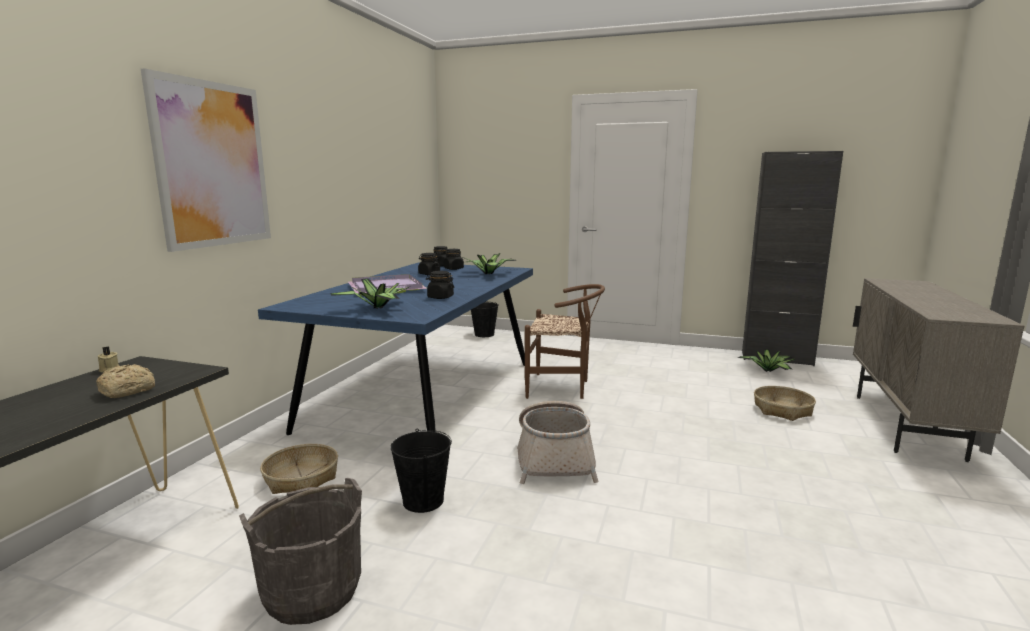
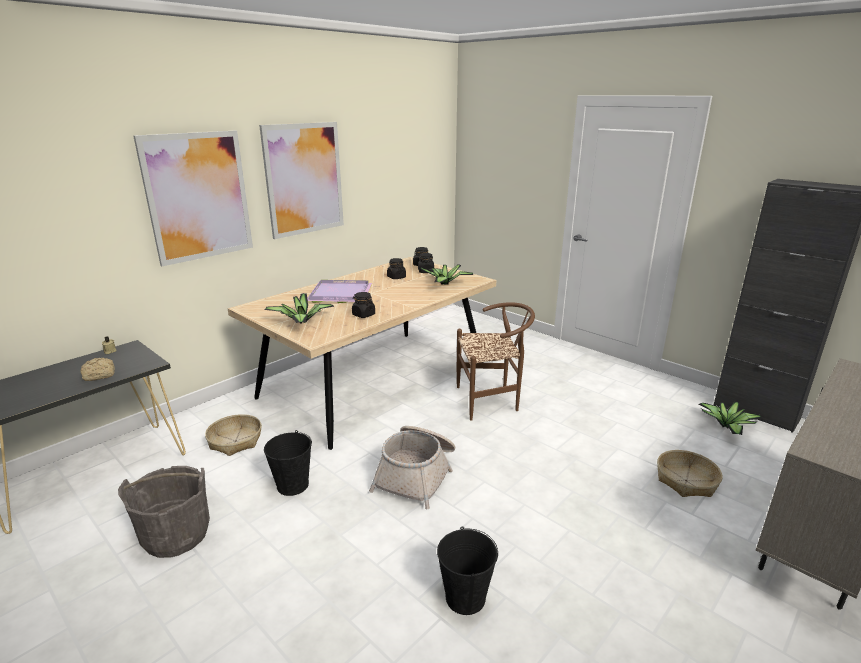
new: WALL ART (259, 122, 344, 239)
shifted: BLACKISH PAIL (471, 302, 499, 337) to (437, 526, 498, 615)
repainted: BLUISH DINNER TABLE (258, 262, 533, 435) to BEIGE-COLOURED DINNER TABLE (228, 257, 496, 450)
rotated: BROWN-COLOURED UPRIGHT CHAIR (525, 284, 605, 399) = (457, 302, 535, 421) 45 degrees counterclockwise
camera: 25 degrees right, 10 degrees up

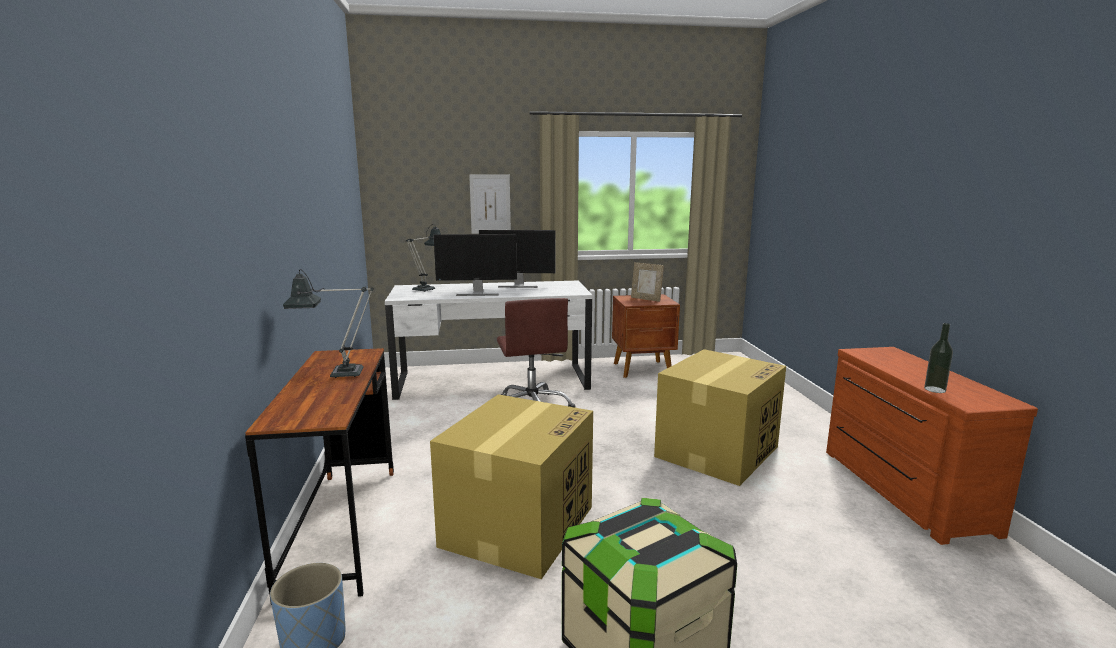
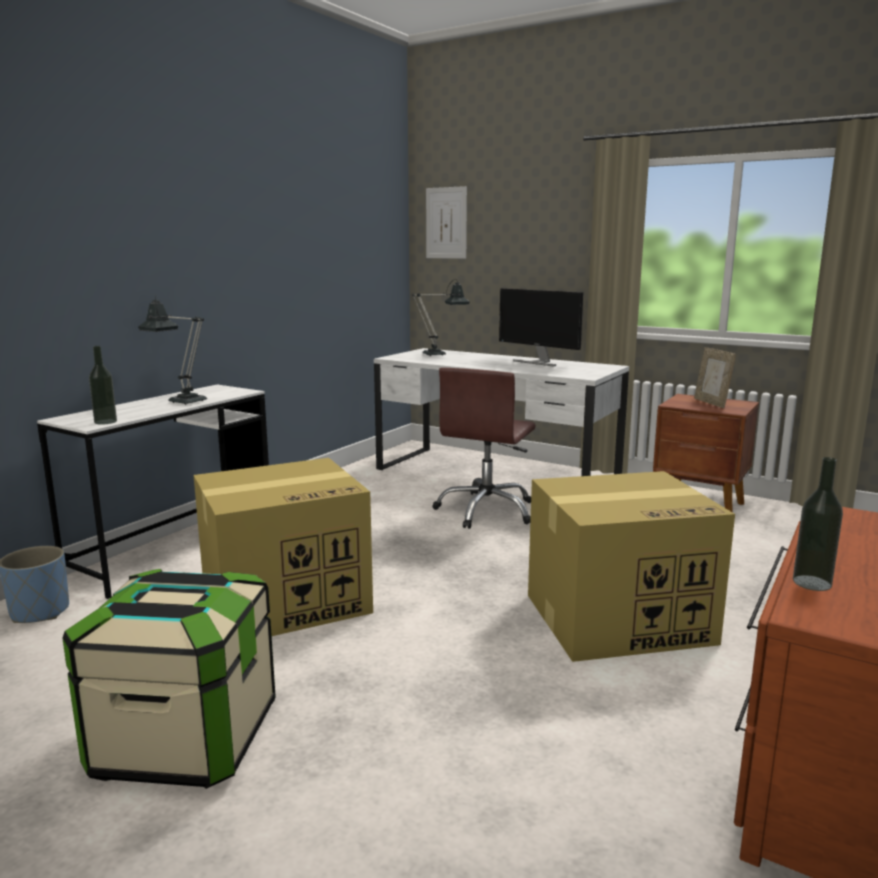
gone: COMPUTER SCREEN (434, 234, 517, 296)
new: BEVERAGE BOTTLE (89, 346, 117, 425)
shifted: WALL ART (469, 174, 511, 234) to (426, 186, 467, 259)
repainted: BROWN-COLOURED DESK (245, 348, 394, 605) to WHITE DESK (37, 385, 269, 599)
camera: 40 degrees right, 0 degrees up

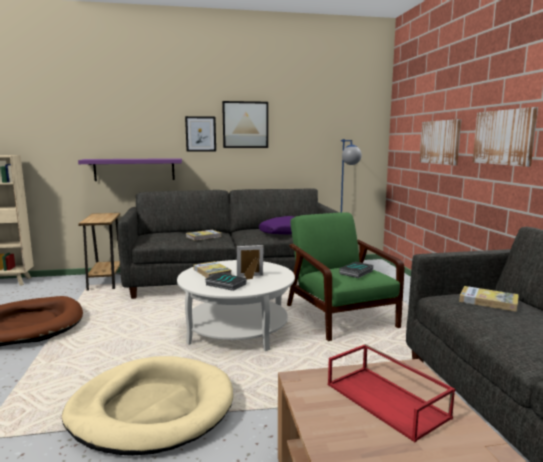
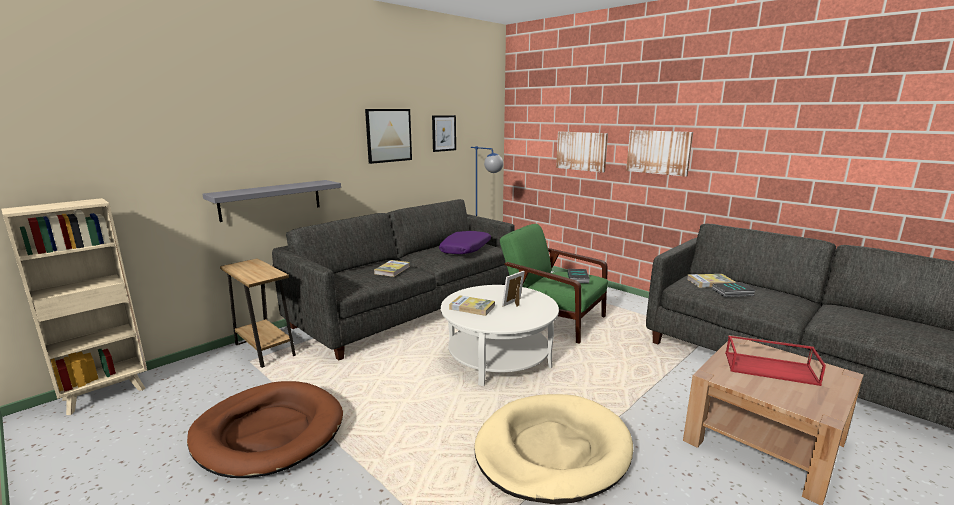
shifted: WALL ART (185, 116, 216, 152) to (432, 115, 456, 152); BOOK (205, 273, 246, 291) to (712, 282, 755, 297)
repainted: PURPLE BRACKET SHELF (78, 158, 182, 181) to GREY BRACKET SHELF (202, 180, 341, 222)
camera: 35 degrees left, 5 degrees up

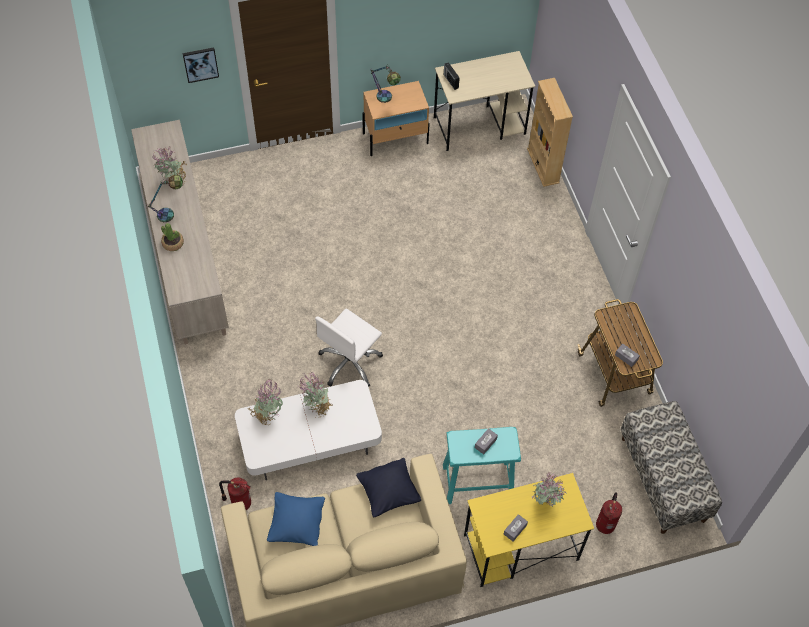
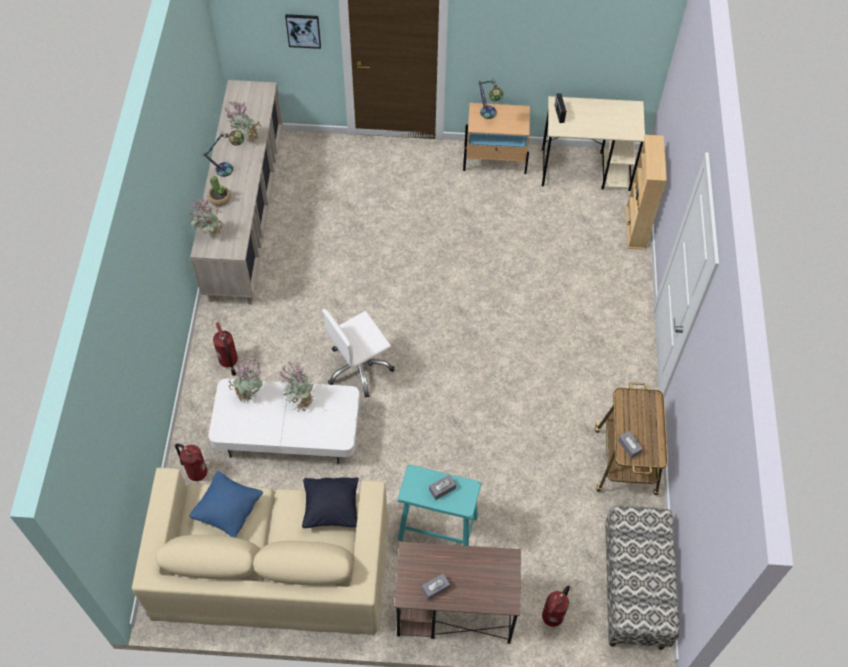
new: FIRE-FIGHTING CYLINDER (213, 322, 238, 376)
shifted: HOUSEPLANT (532, 472, 567, 507) to (187, 197, 224, 235)
repainted: YELLOW-COLOURED DESK (464, 473, 594, 587) to BROWN-COLOURED DESK (394, 542, 521, 644)
camera: 20 degrees right, 0 degrees up

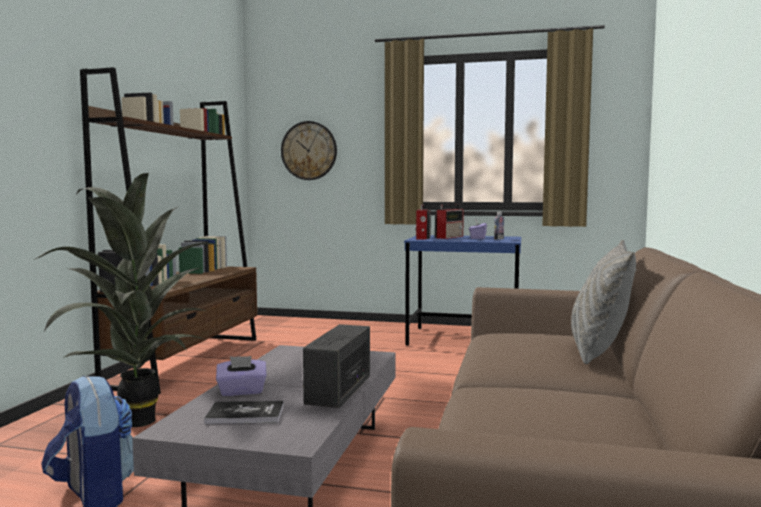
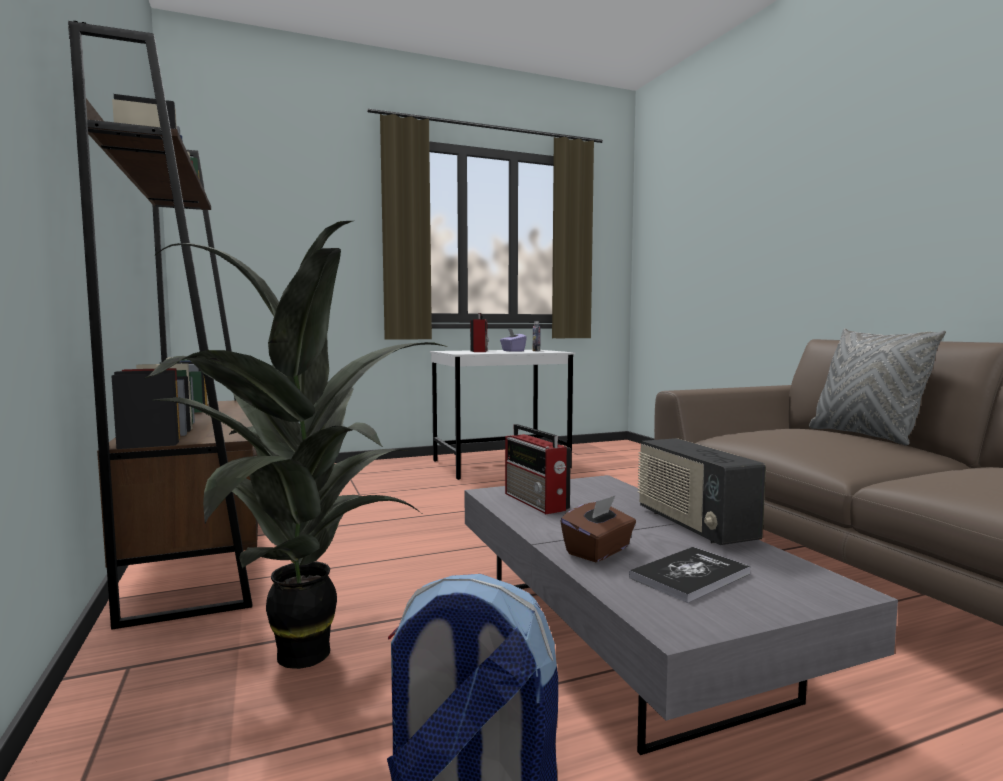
gone: CLOCK ON THE WALL (281, 121, 337, 180)
shifted: RADIO (415, 204, 431, 240) to (505, 424, 571, 514)
repainted: BLUISH DESK (404, 235, 521, 346) to WHITE DESK (430, 350, 575, 480); PURPLE TISSUE BOX (216, 356, 266, 396) to BROWN-COLOURED TISSUE BOX (560, 495, 636, 562)
camera: 35 degrees left, 0 degrees up

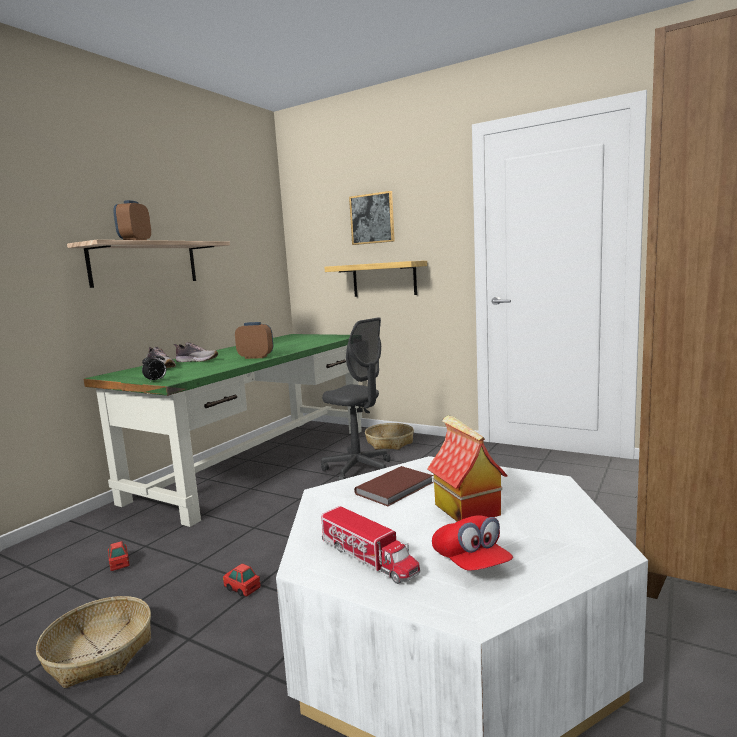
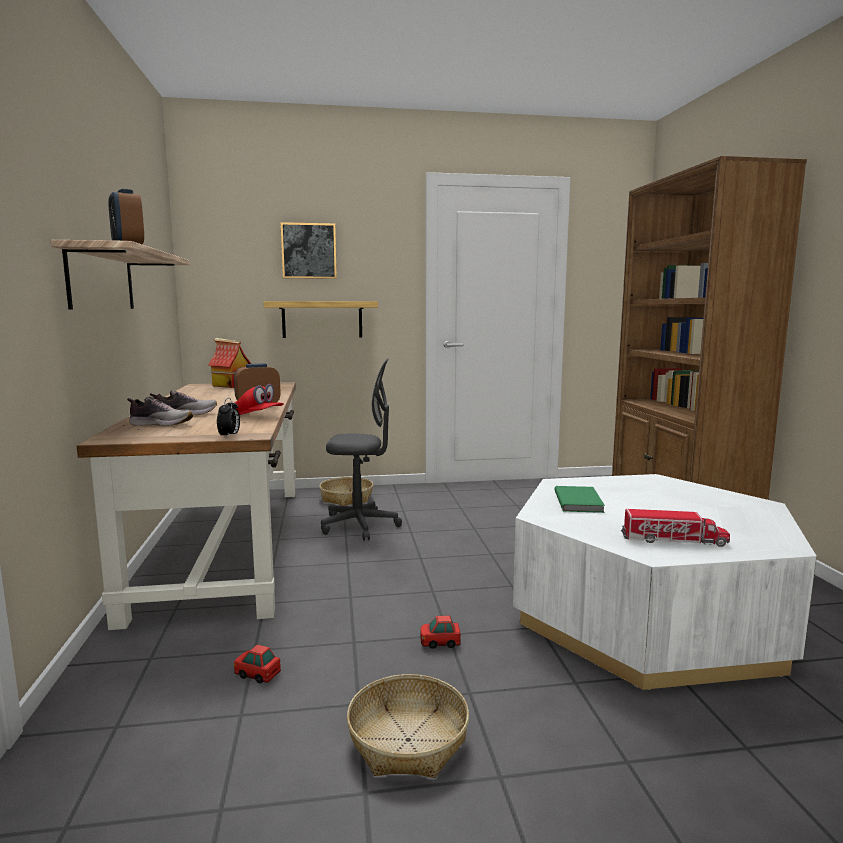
shifted: TOY HOUSE (427, 415, 508, 522) to (208, 338, 251, 388); REDDISH CAP (432, 515, 513, 570) to (234, 384, 284, 415)
repainted: GREENISH DESK (83, 334, 362, 527) to BROWN-COLOURED DESK (76, 382, 296, 630); BROWN-COLOURED BOOK (354, 466, 433, 506) to GREENISH BOOK (554, 486, 605, 513)
camera: 40 degrees left, 0 degrees up

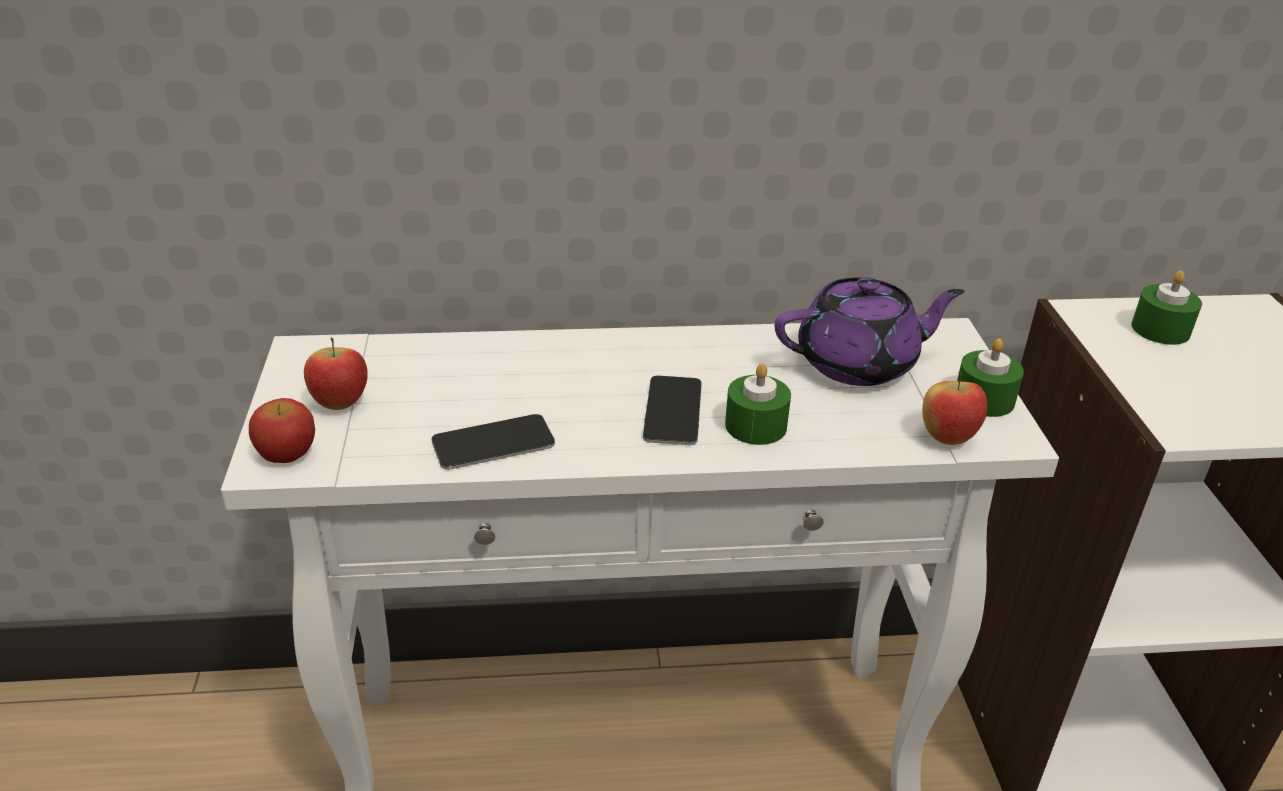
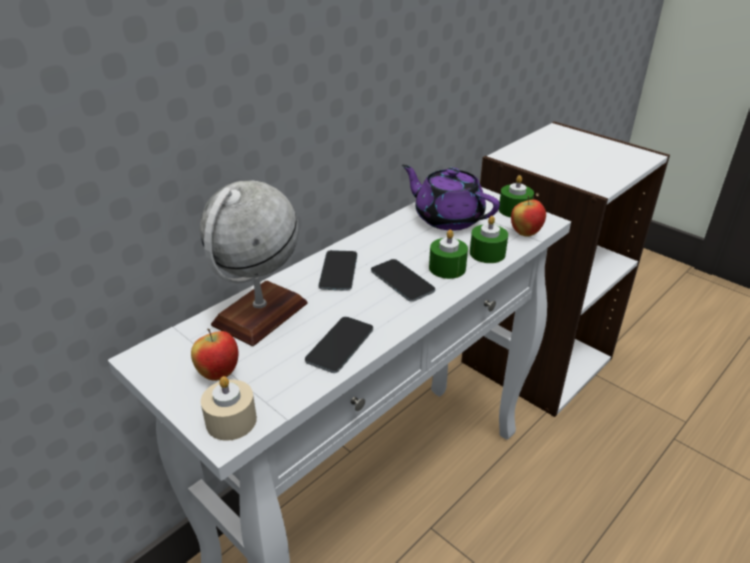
new: GLOBE (200, 180, 308, 346); PHONE (319, 250, 357, 291)
shifted: GREENISH CANDLE (1131, 271, 1202, 345) to (470, 216, 508, 263)
swapped: WHOLE APPLE (249, 398, 315, 463) to BEIGE-COLOURED CANDLE (201, 376, 257, 441)
rotated: PURPLE TEA POT (775, 277, 965, 386) = (402, 165, 500, 231) 90 degrees counterclockwise
camera: 40 degrees left, 0 degrees up

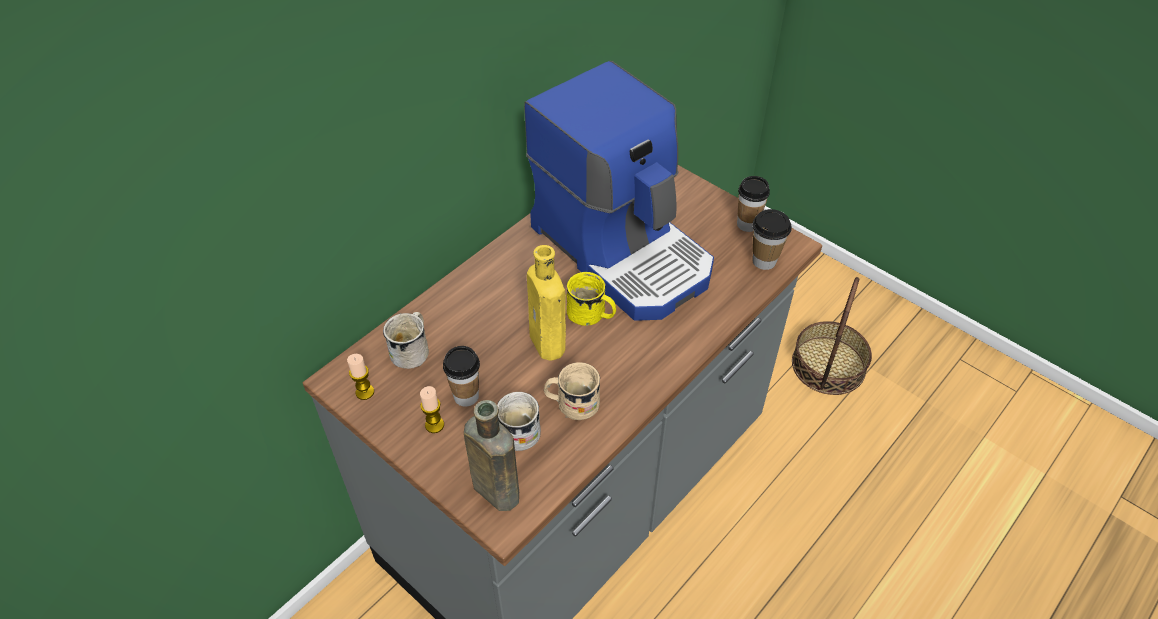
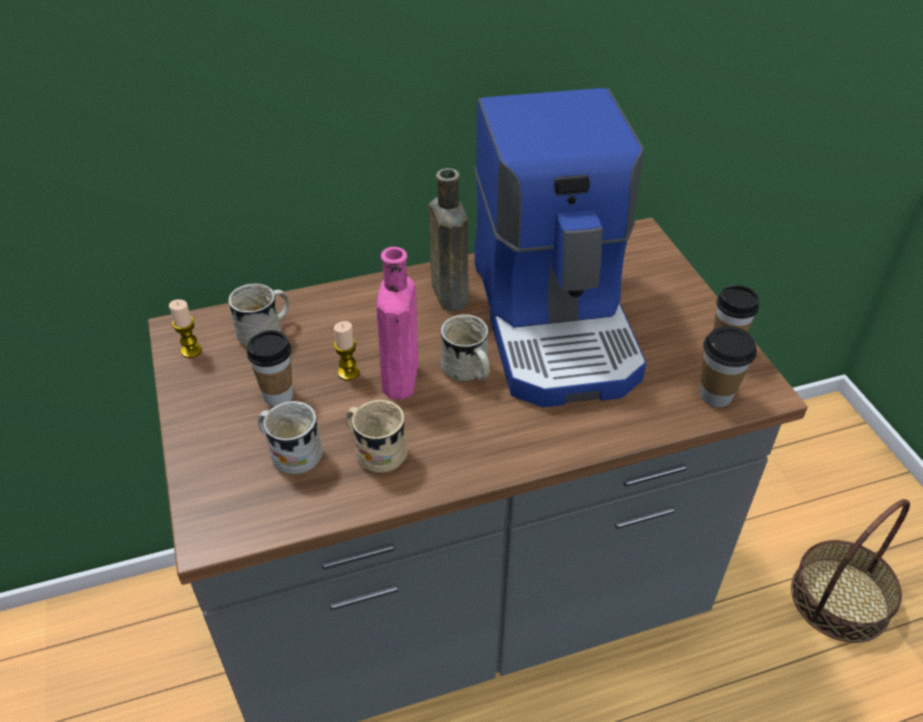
shifted: CANDLE (420, 386, 444, 433) to (334, 321, 359, 381); BROWN-COLOURED BEVERAGE BOTTLE (464, 400, 519, 511) to (428, 168, 469, 311)
repainted: YELLOW-COLOURED BEVERAGE BOTTLE (527, 245, 566, 361) to PINK-COLOURED BEVERAGE BOTTLE (376, 247, 418, 400); YELLOW-COLOURED COFFEE MUG (567, 272, 616, 326) to WHITE COFFEE MUG (441, 314, 490, 381)
camera: 30 degrees right, 5 degrees down

